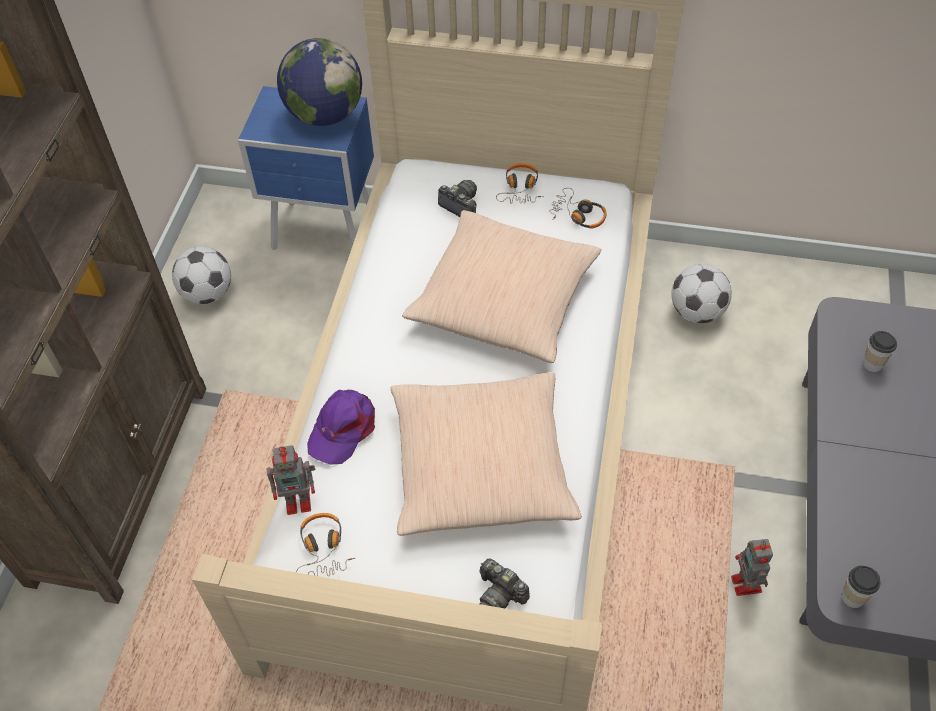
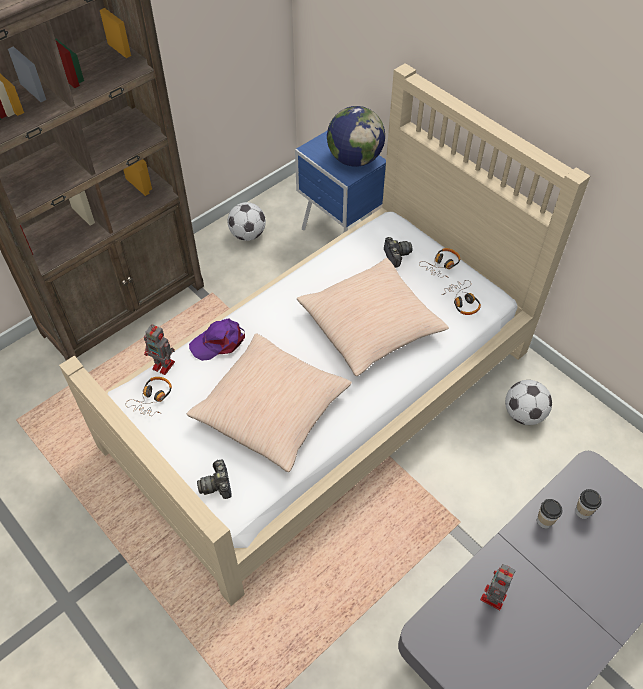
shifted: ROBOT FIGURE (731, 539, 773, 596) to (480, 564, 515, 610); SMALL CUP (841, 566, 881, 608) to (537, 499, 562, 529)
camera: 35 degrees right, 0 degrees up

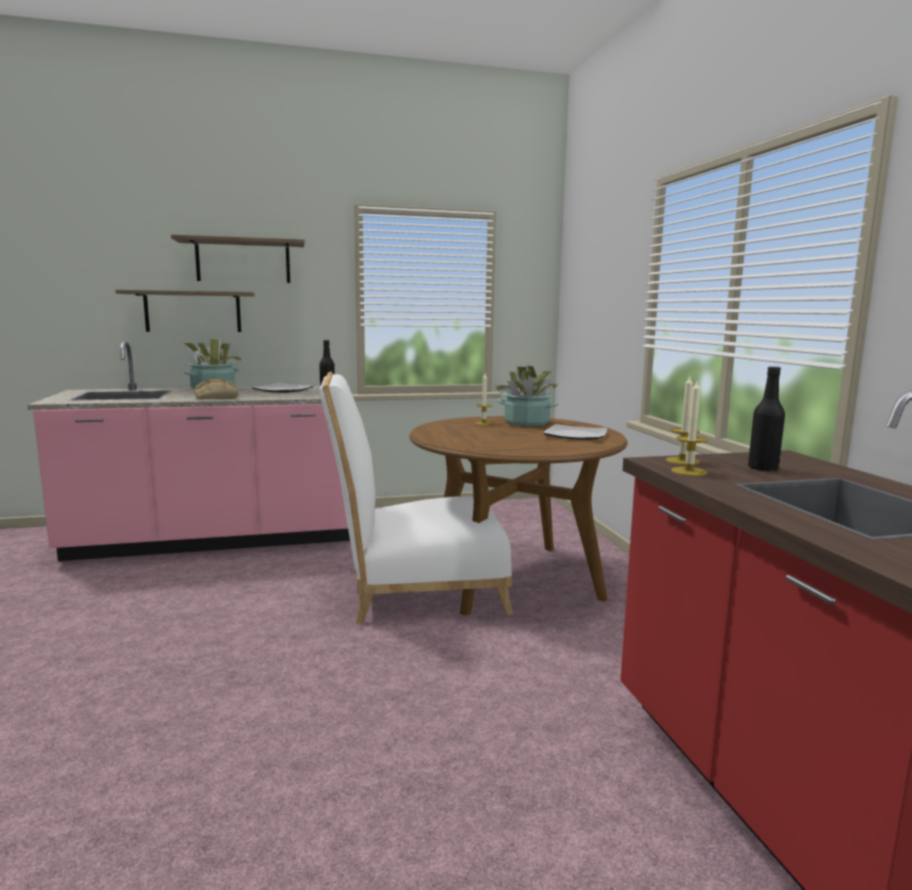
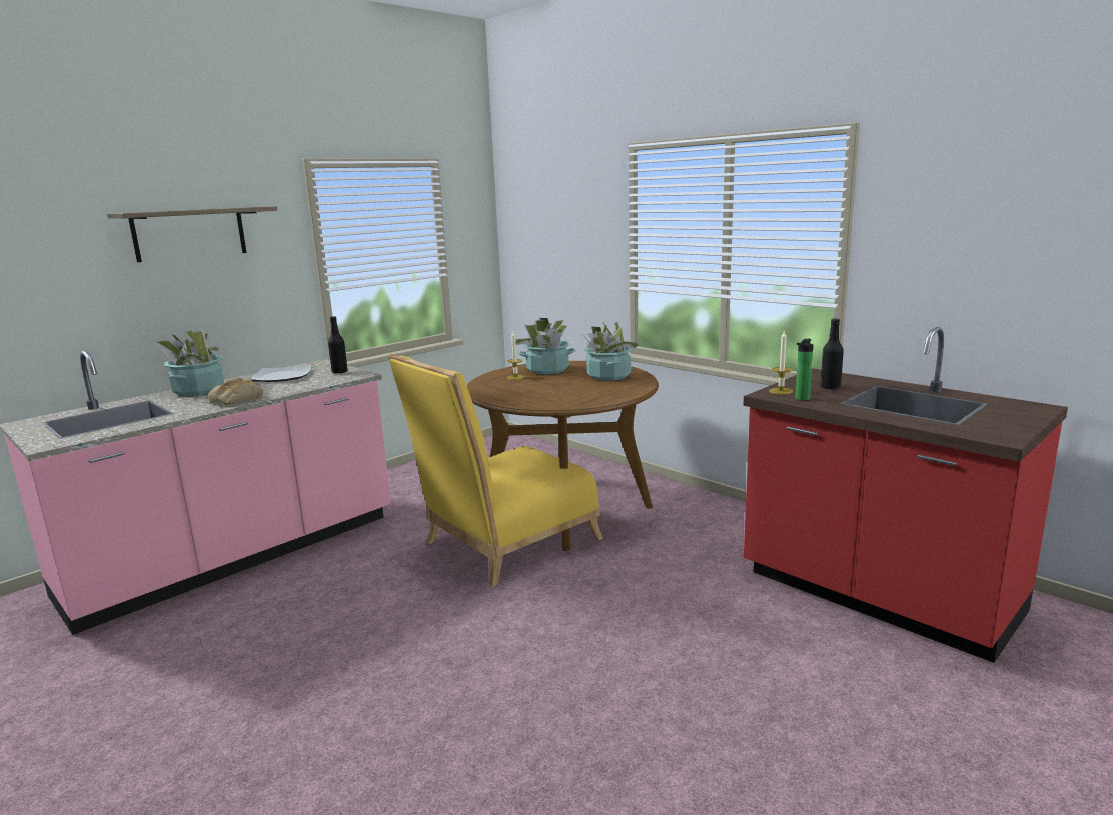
gone: BRACKET SHELF (115, 290, 255, 332)
swapped: CANDLE (671, 381, 708, 476) to BEVERAGE BOTTLE (795, 339, 814, 401); PLATE (543, 424, 607, 440) to HOUSEPLANT (583, 321, 643, 381)
repainted: WHITE UPRIGHT CHAIR (320, 372, 514, 624) to YELLOW-COLOURED UPRIGHT CHAIR (389, 354, 603, 586)
camera: 30 degrees left, 5 degrees up

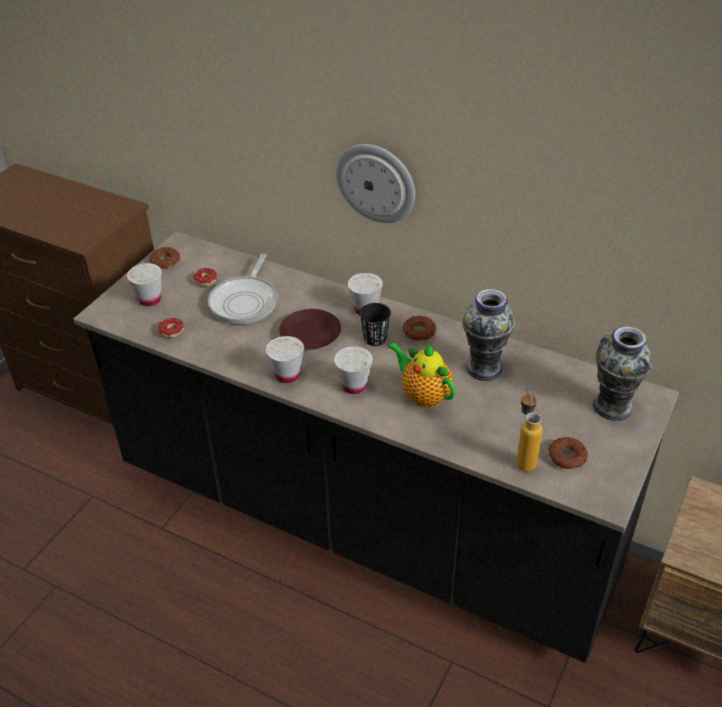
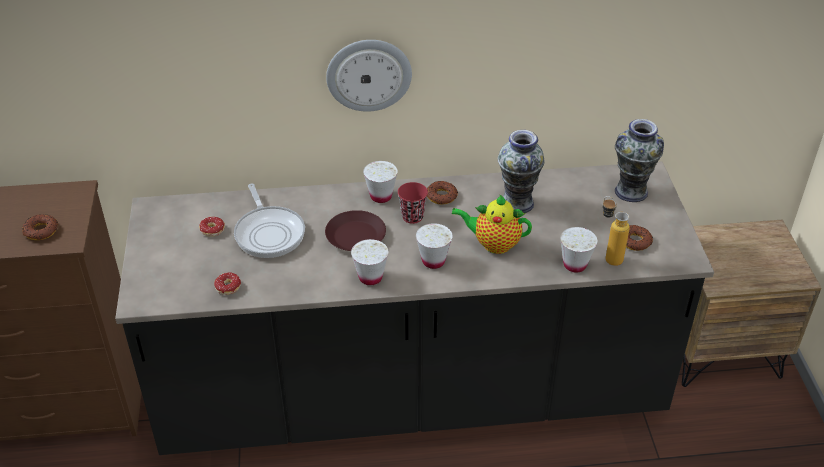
shifted: DOUGHNUT (149, 247, 180, 269) to (22, 214, 58, 240); WHITE SMALL CUP (127, 263, 162, 306) to (560, 227, 597, 272)
repainted: BLACKISH SMALL CUP (359, 303, 391, 346) to REDDISH SMALL CUP (398, 182, 428, 224)
camera: 35 degrees left, 0 degrees up

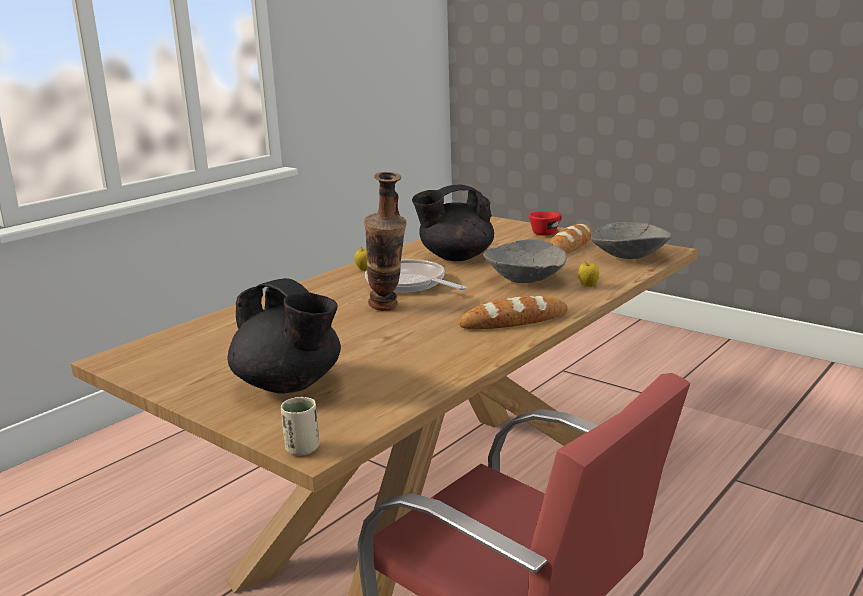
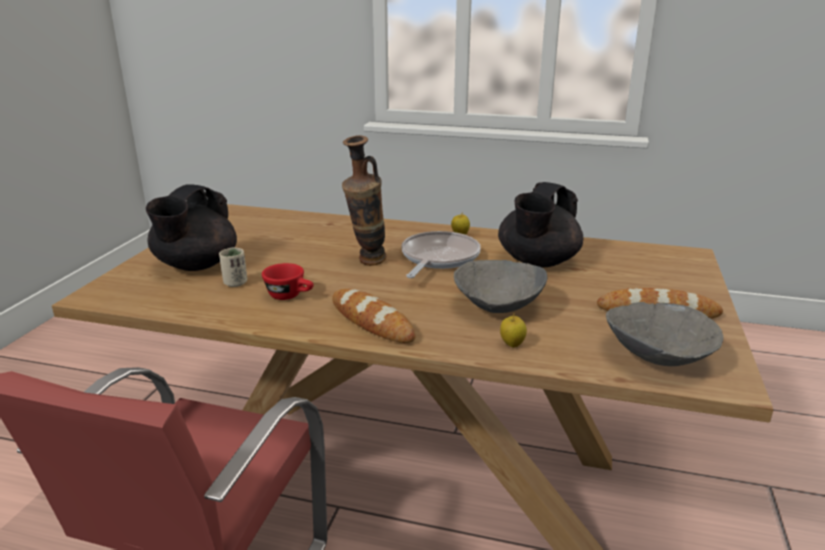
shifted: REDDISH SMALL CUP (529, 211, 562, 236) to (262, 263, 314, 300); BEIGE-COLOURED SMALL CUP (281, 397, 320, 456) to (219, 248, 247, 287)
rotated: BLACKISH TEA POT (412, 184, 494, 261) = (498, 182, 583, 268) 105 degrees counterclockwise
camera: 65 degrees right, 5 degrees up

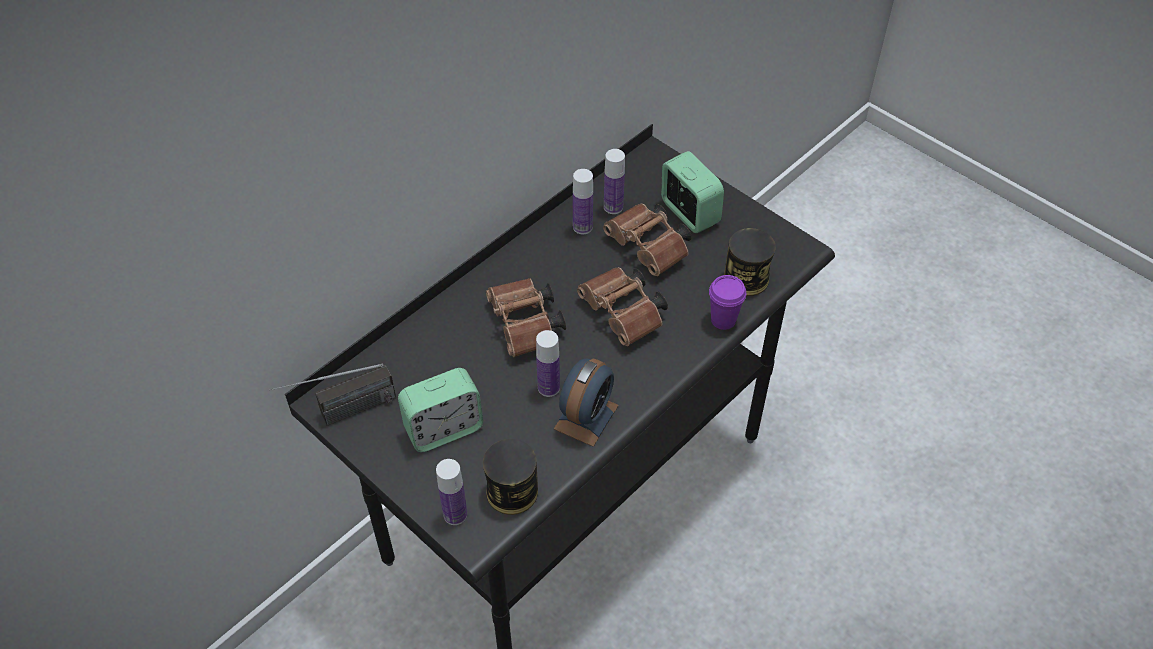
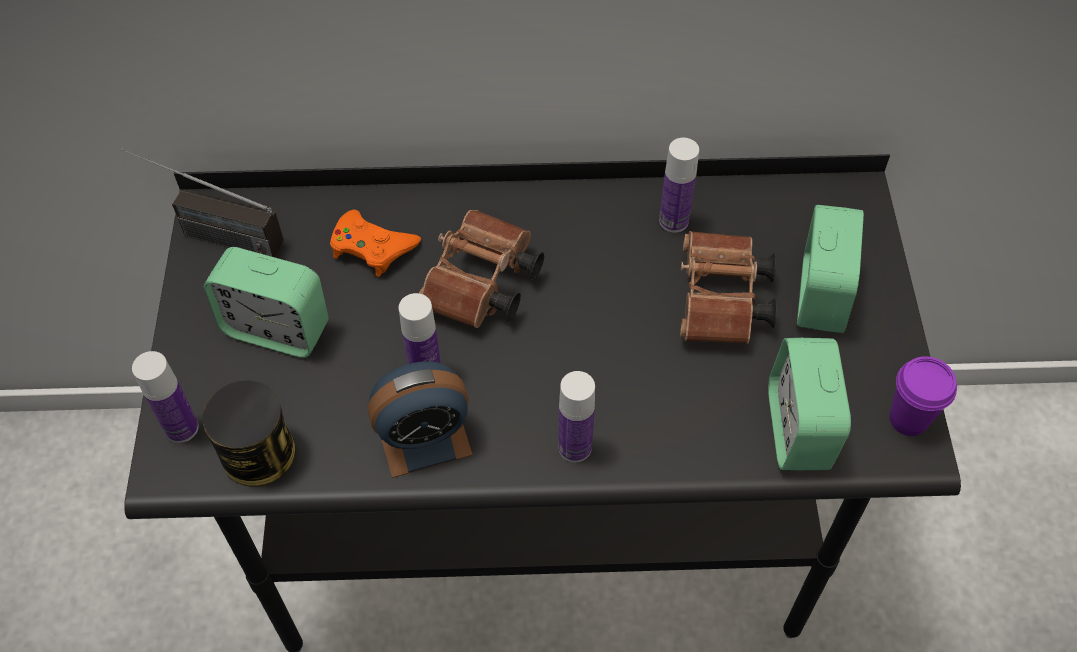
gone: BROWN-COLOURED BINOCULARS (577, 267, 668, 346)
new: ORANGE-COLOURED GAMEPAD (330, 210, 421, 277)
shifted: BEVERAGE BOTTLE (604, 149, 625, 214) to (558, 371, 595, 462); PURPLE SMALL CUP (709, 275, 746, 330) to (889, 356, 957, 436)
swapped: METAL CAN (724, 228, 776, 296) to BEDSIDE CLOCK (768, 338, 851, 471)
camera: 45 degrees right, 5 degrees up

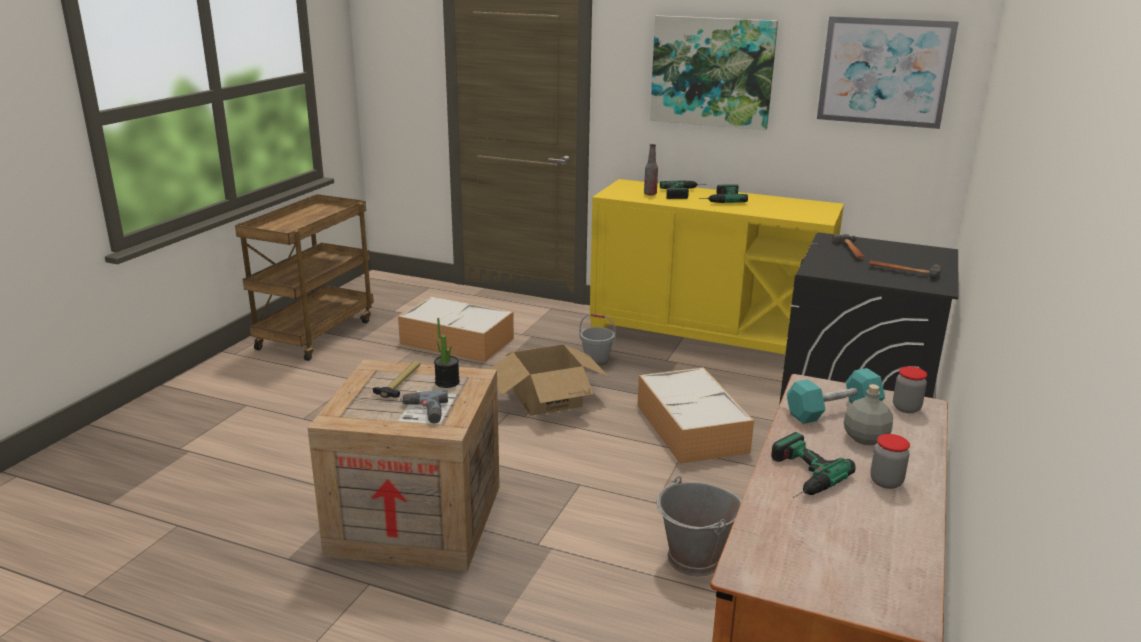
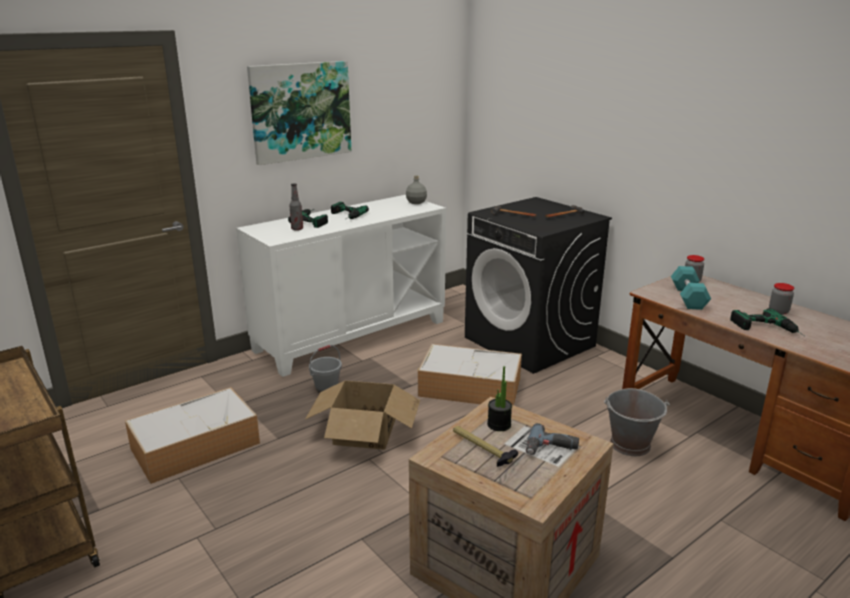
gone: WALL ART (817, 16, 959, 129)
shifted: GREY BEVERAGE BOTTLE (844, 384, 893, 445) to (406, 175, 427, 204)
repainted: YELLOW-COLOURED STORAGE CABINET (590, 179, 844, 354) to WHITE STORAGE CABINET (236, 195, 446, 377)
camera: 60 degrees left, 0 degrees up

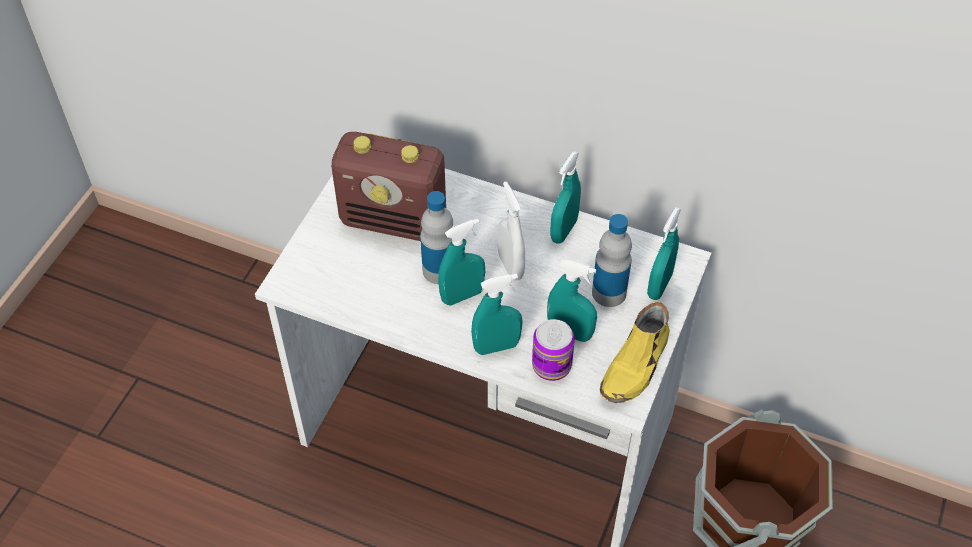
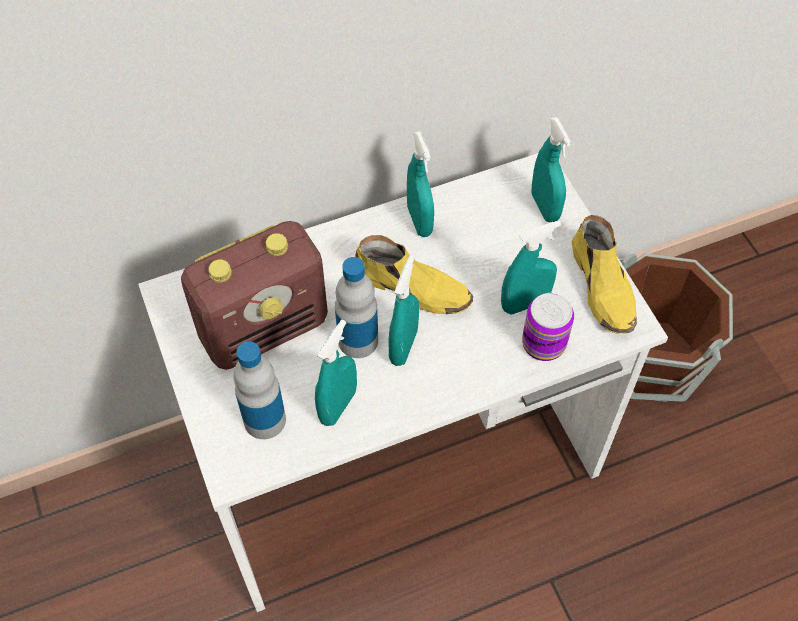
shifted: BEVERAGE BOTTLE (592, 214, 632, 307) to (233, 341, 286, 439); BLUE-GREEN SPRAYER (471, 273, 522, 355) to (315, 320, 357, 426)
swapped: WHITE SPRAYER (497, 182, 525, 281) to YELLOW-COLOURED ITEM OF FOOTWEAR (355, 235, 473, 314)
camera: 45 degrees left, 5 degrees up

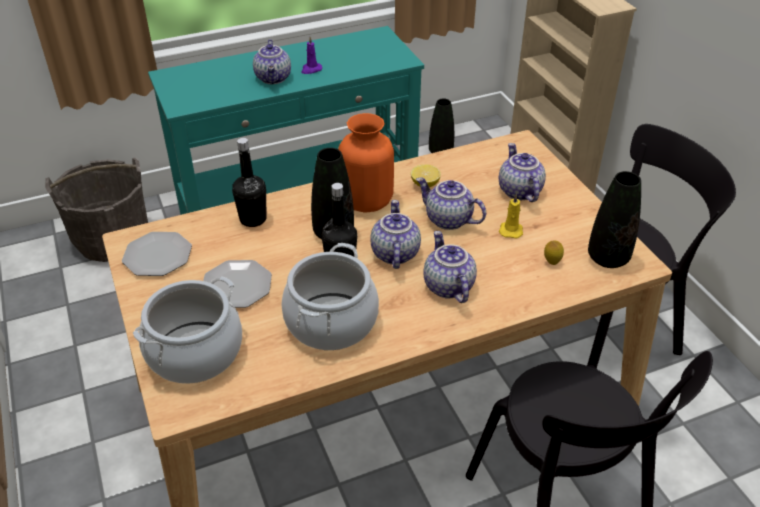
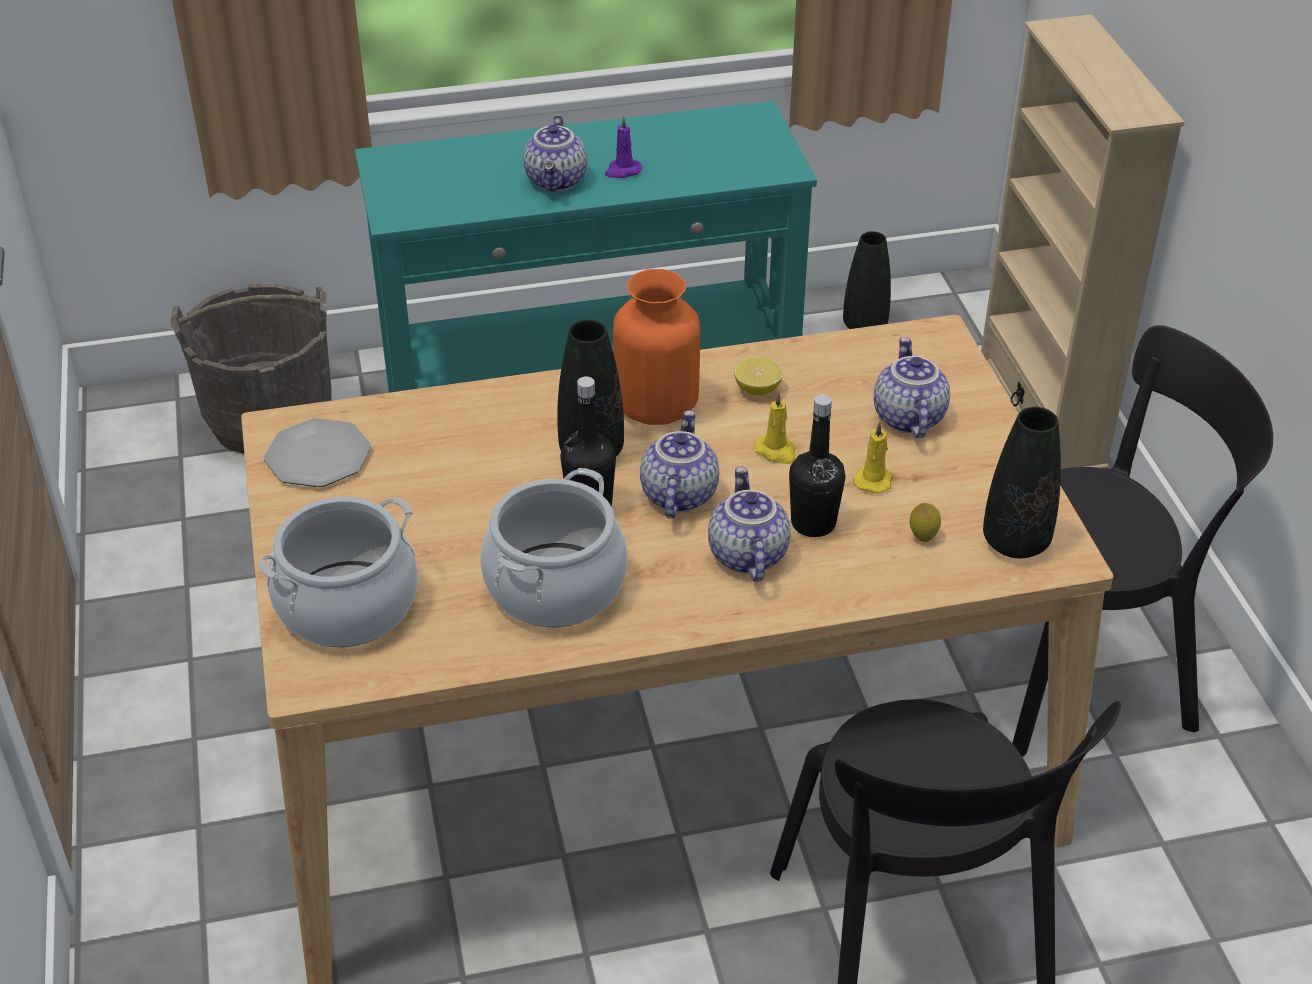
gone: PLATE (203, 260, 272, 308)
shifted: BLACKISH BEVERAGE BOTTLE (232, 138, 267, 227) to (789, 394, 845, 537)
swapped: TEA POT (416, 177, 486, 230) to YELLOW-COLOURED CANDLE (754, 392, 796, 464)
camera: 10 degrees right, 0 degrees up

